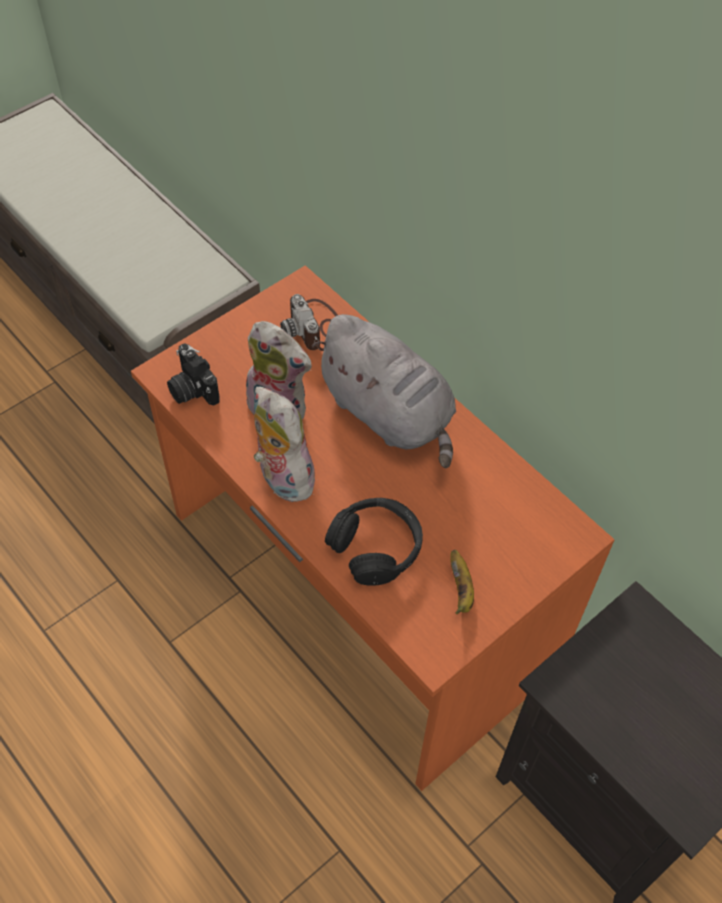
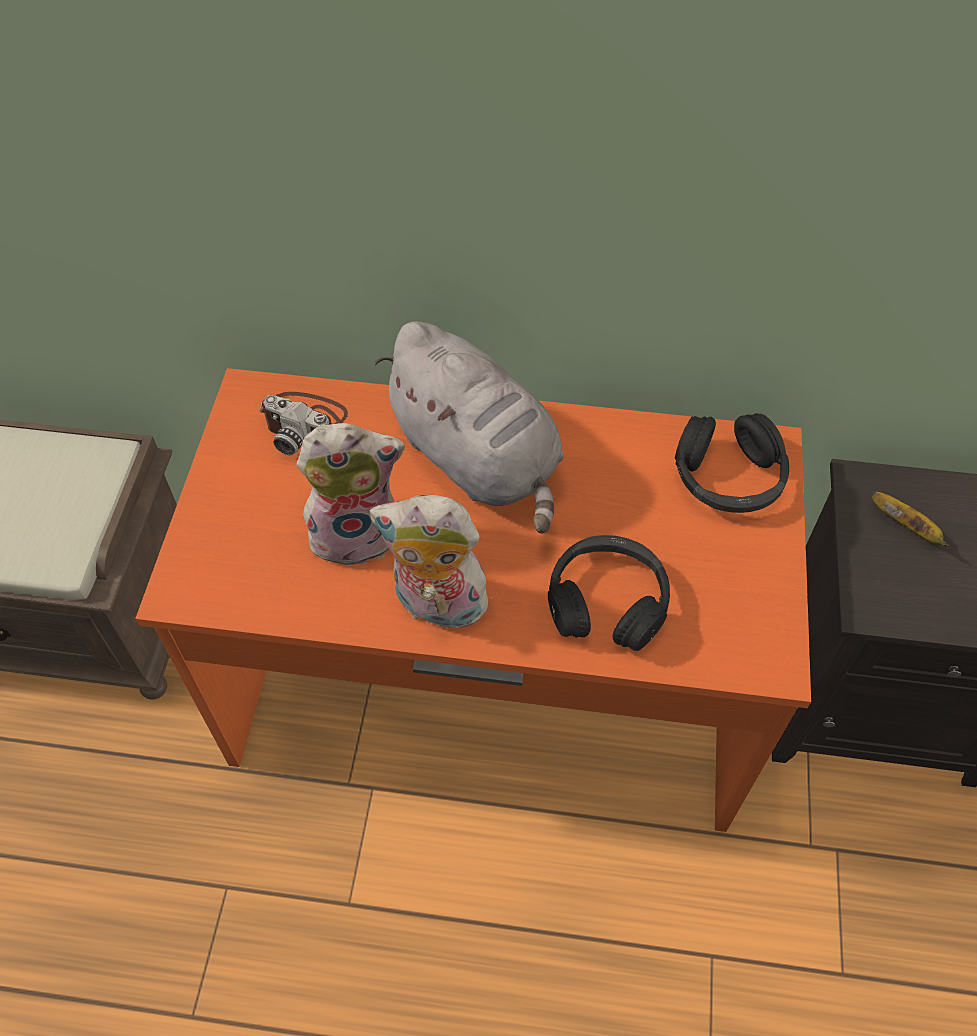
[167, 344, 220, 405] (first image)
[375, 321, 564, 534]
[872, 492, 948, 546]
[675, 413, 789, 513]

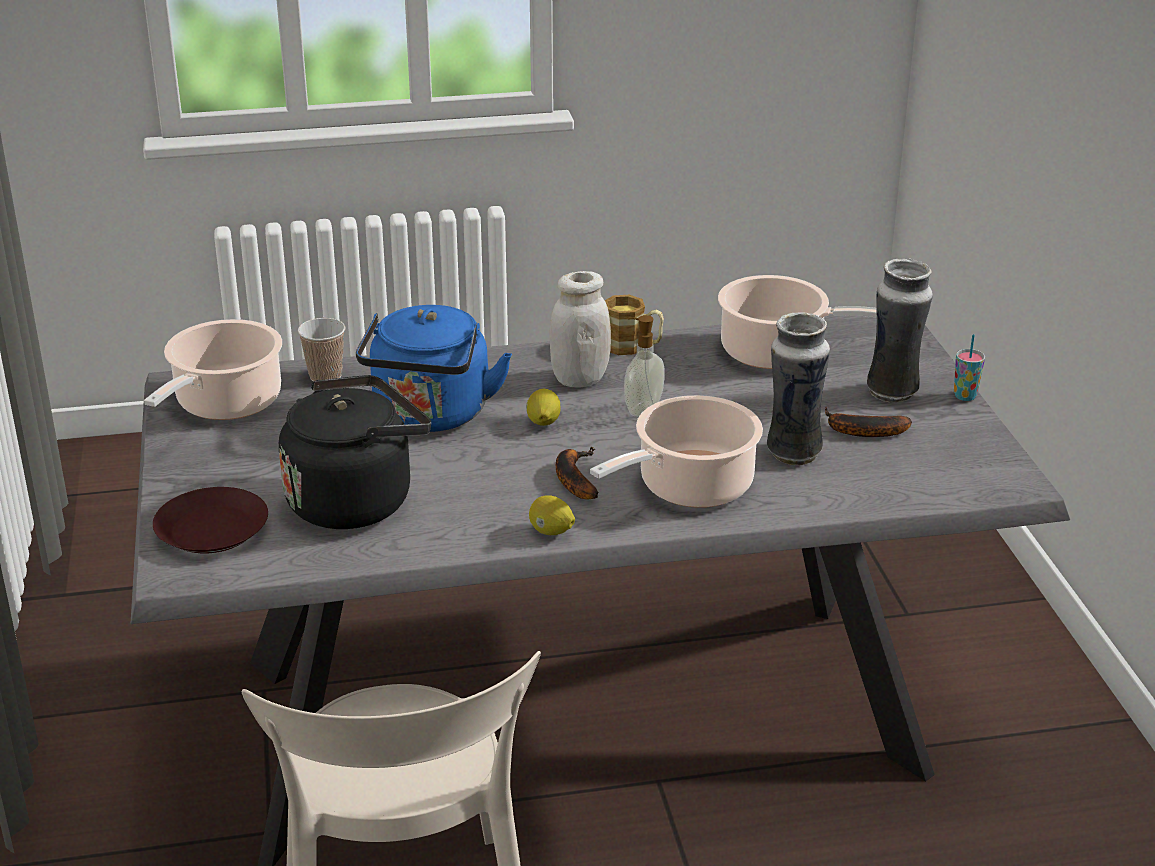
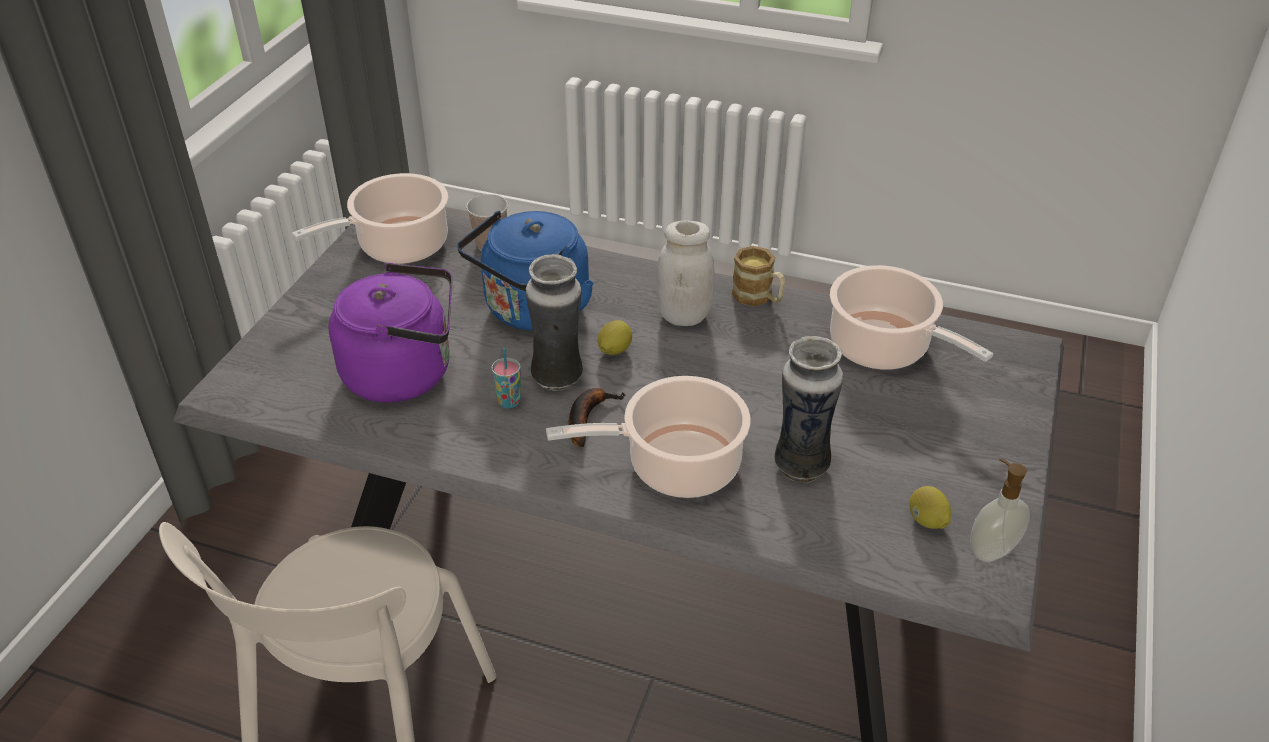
[153, 487, 268, 553] (first image)
[328, 263, 452, 403]
[909, 486, 951, 529]
[970, 458, 1030, 562]
[825, 407, 912, 437] (first image)
[526, 254, 583, 391]
[491, 348, 521, 409]

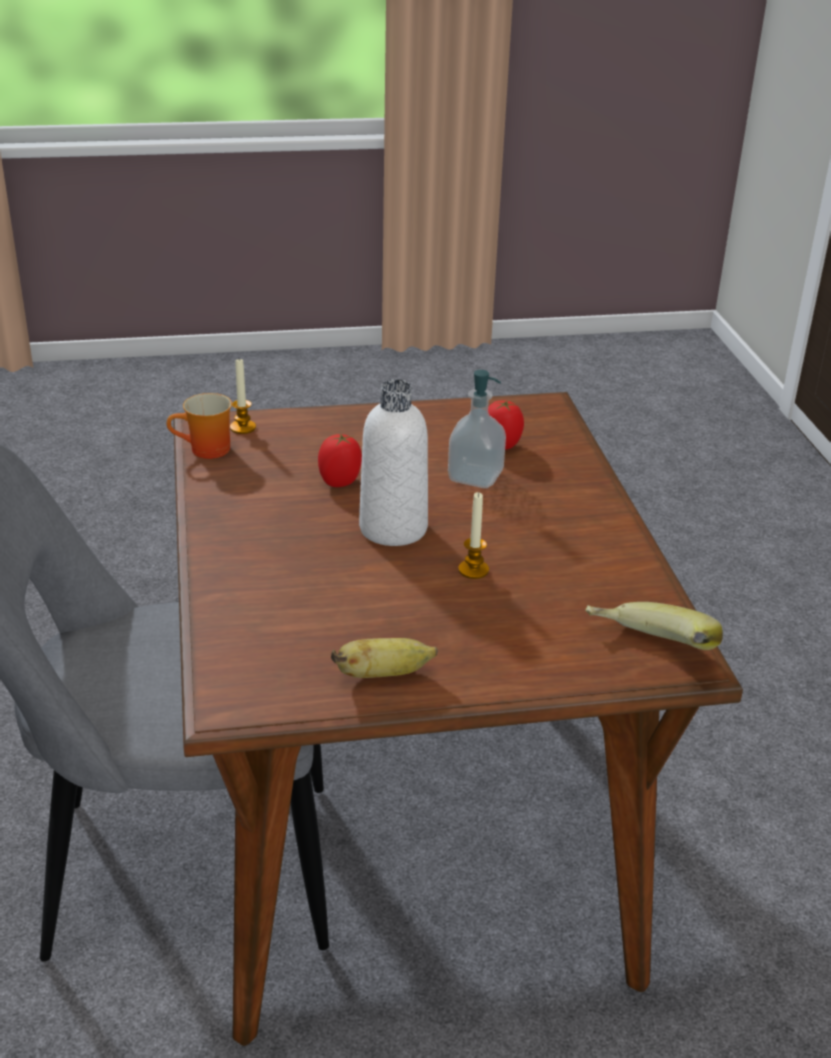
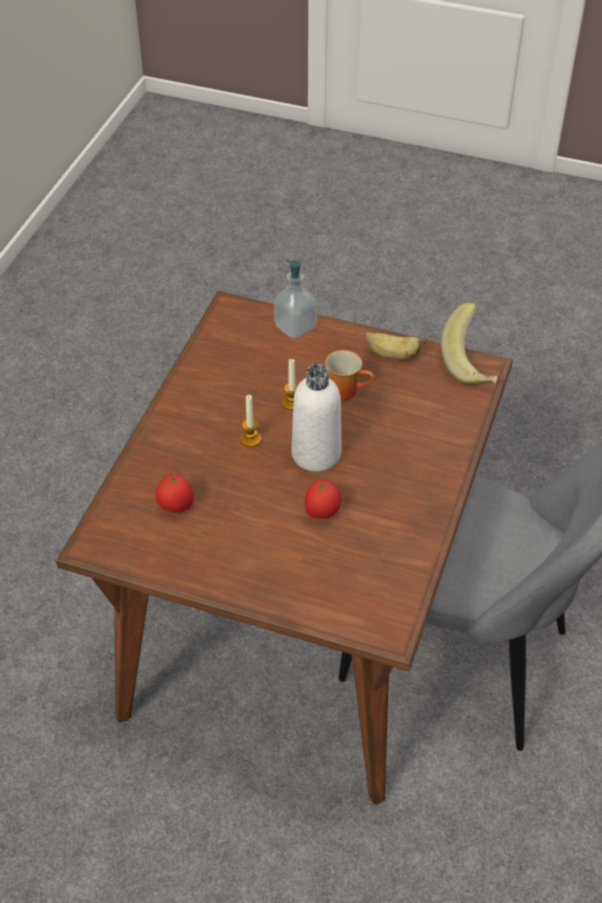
[325, 350, 374, 401]
[240, 395, 261, 447]
[273, 260, 317, 339]
[441, 302, 497, 385]

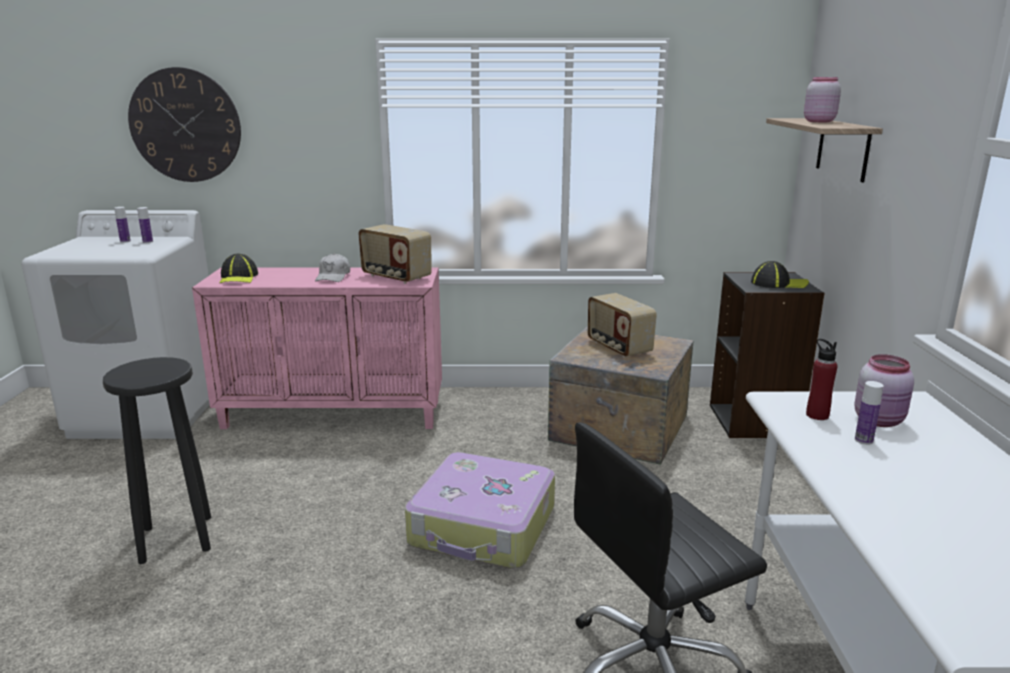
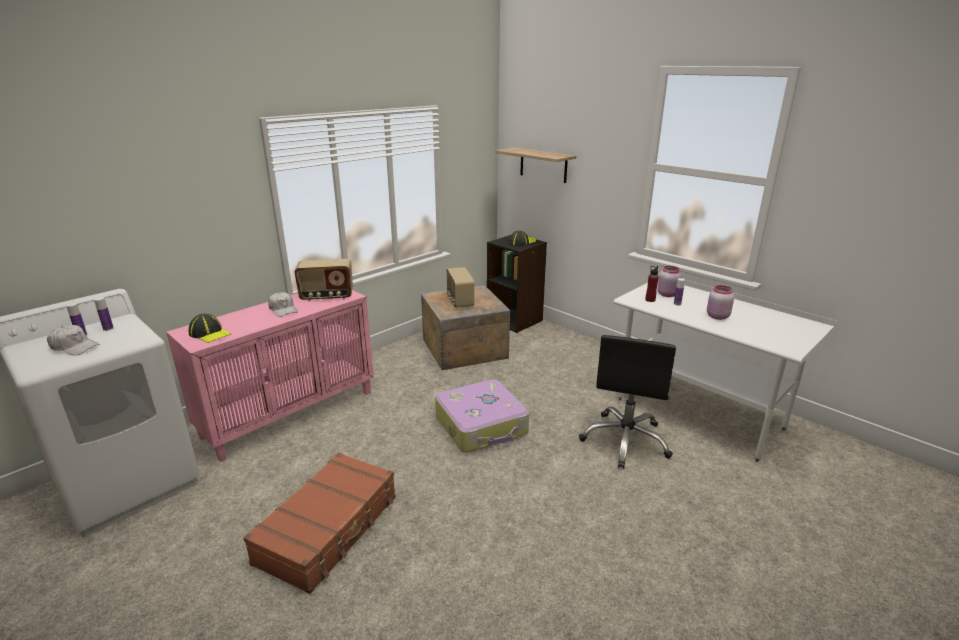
[243, 453, 396, 594]
[128, 67, 241, 182] (first image)
[446, 267, 474, 308]
[707, 285, 734, 320]
[47, 325, 99, 356]

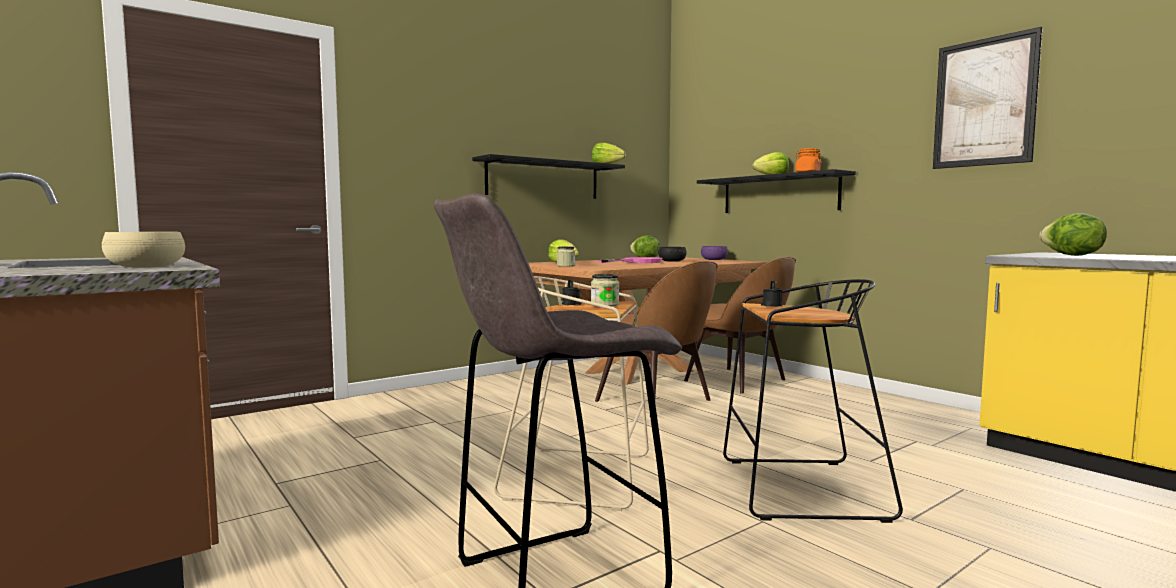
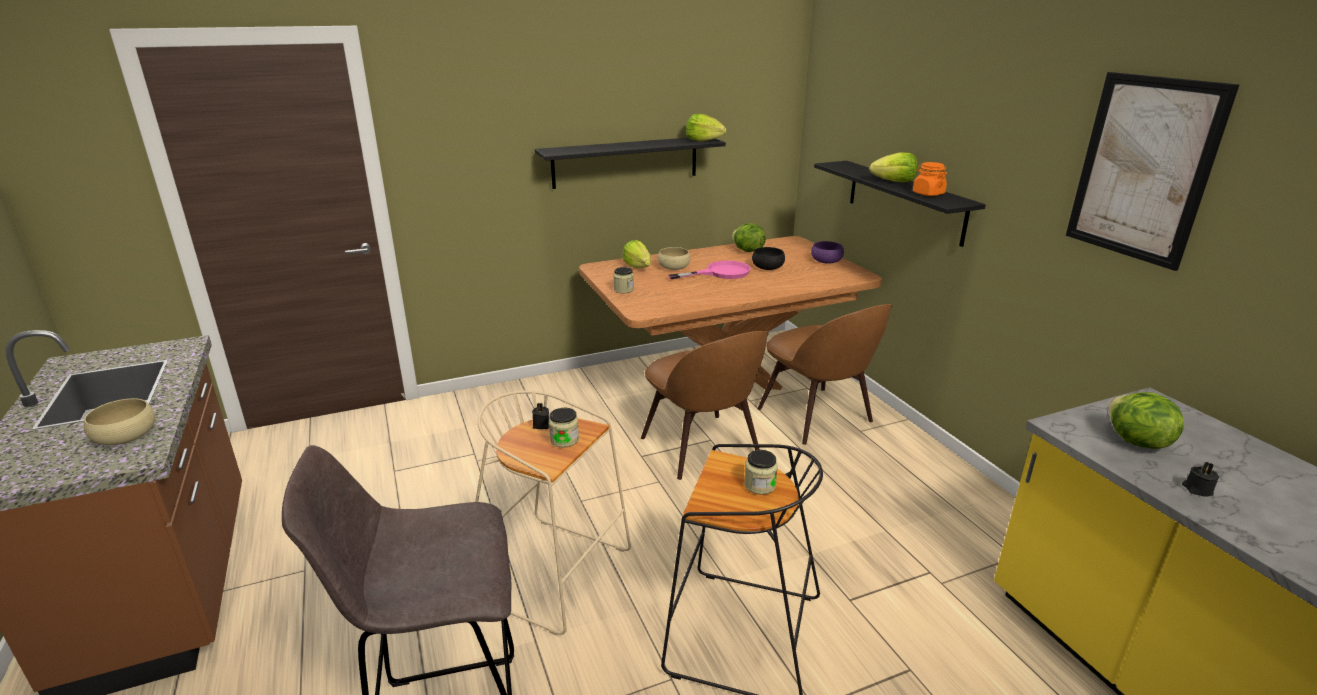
[1182, 462, 1219, 497]
[658, 247, 691, 270]
[744, 450, 778, 494]

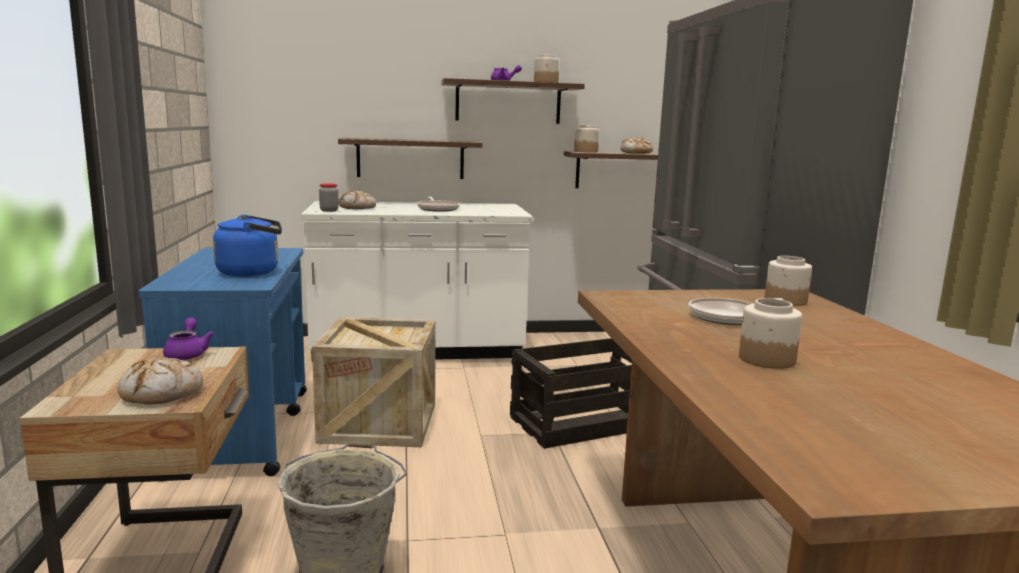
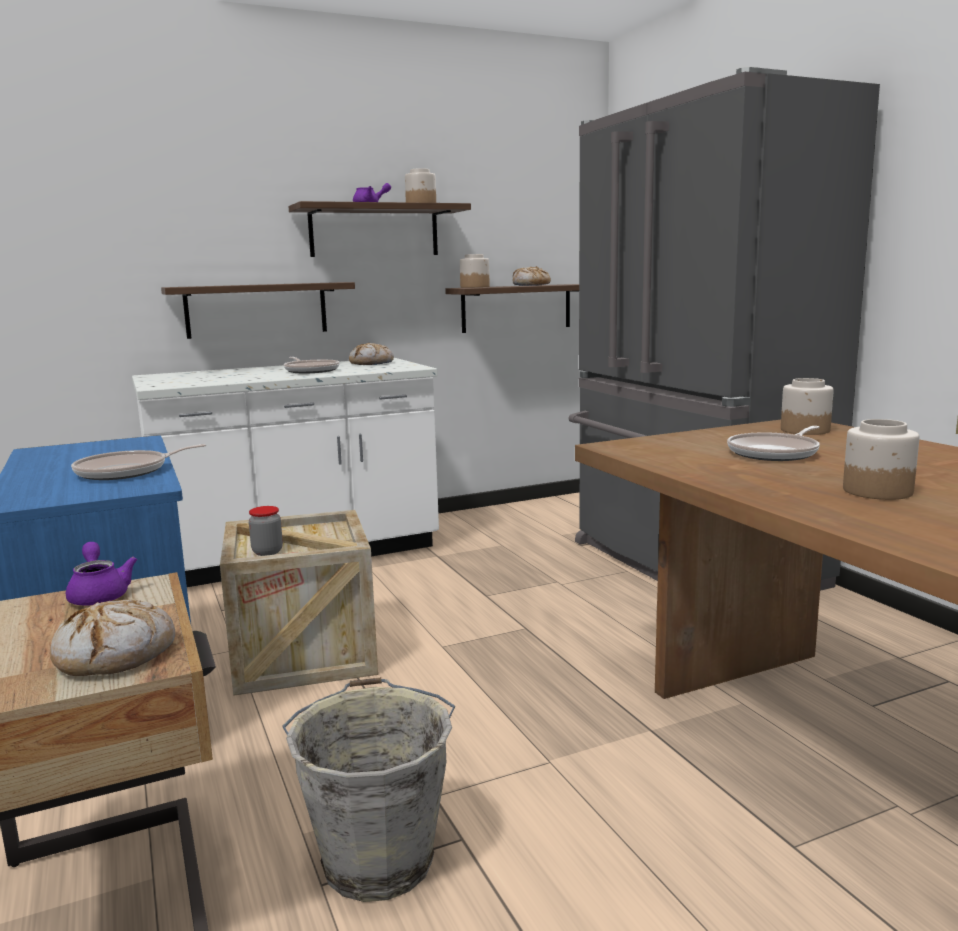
[71, 444, 206, 480]
[249, 506, 283, 556]
[349, 343, 394, 365]
[510, 338, 632, 449] (first image)

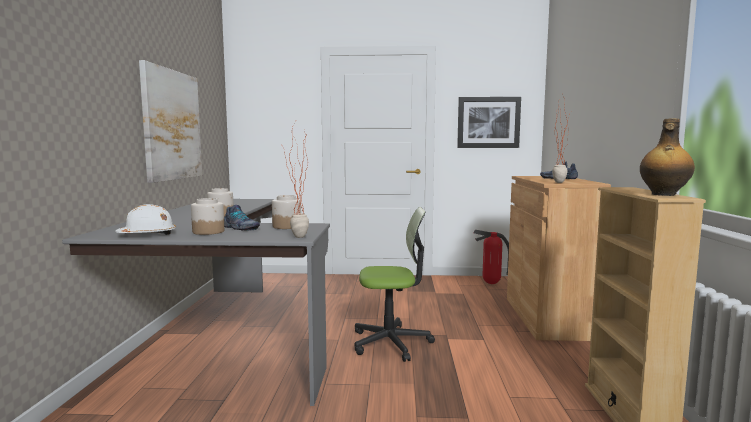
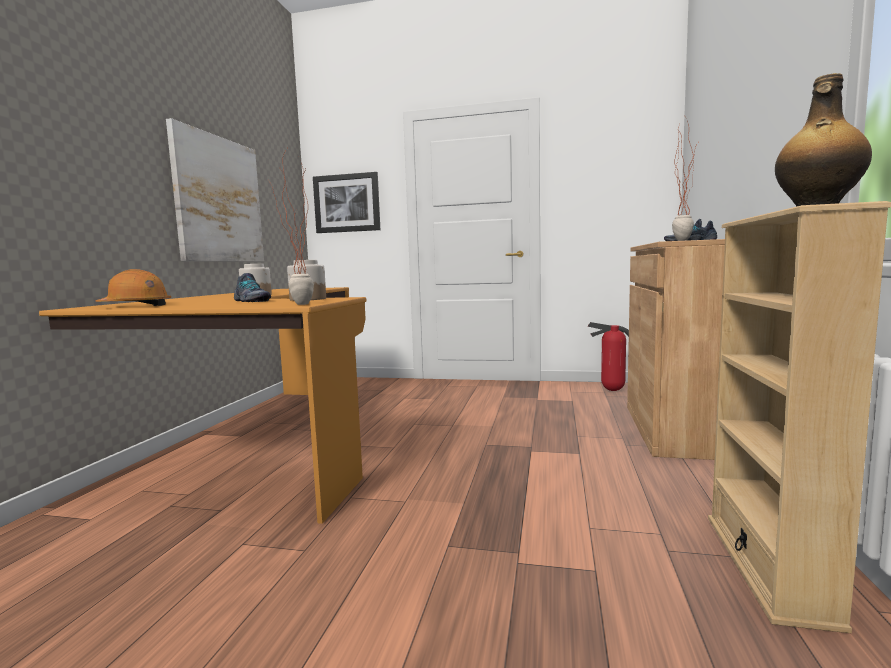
[39, 287, 366, 524]
[95, 269, 171, 306]
[191, 198, 224, 235] (first image)
[354, 207, 435, 362] (first image)
[313, 172, 380, 233]

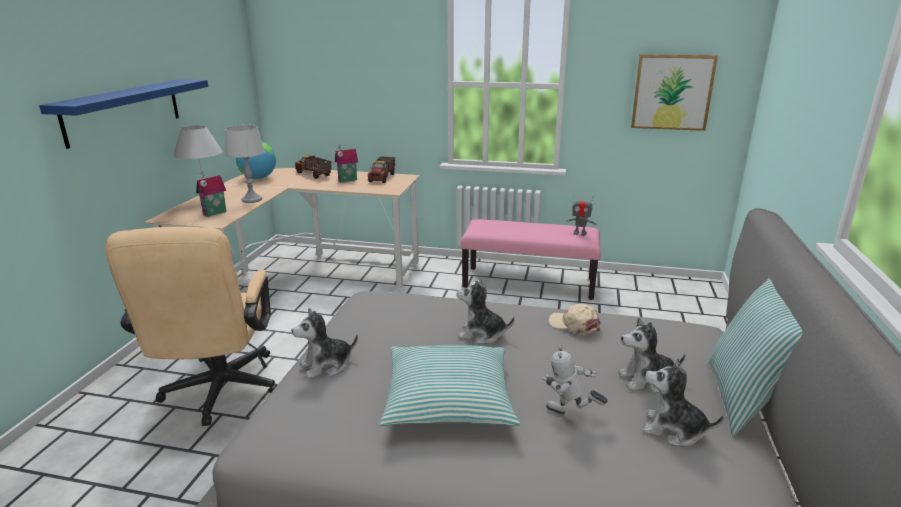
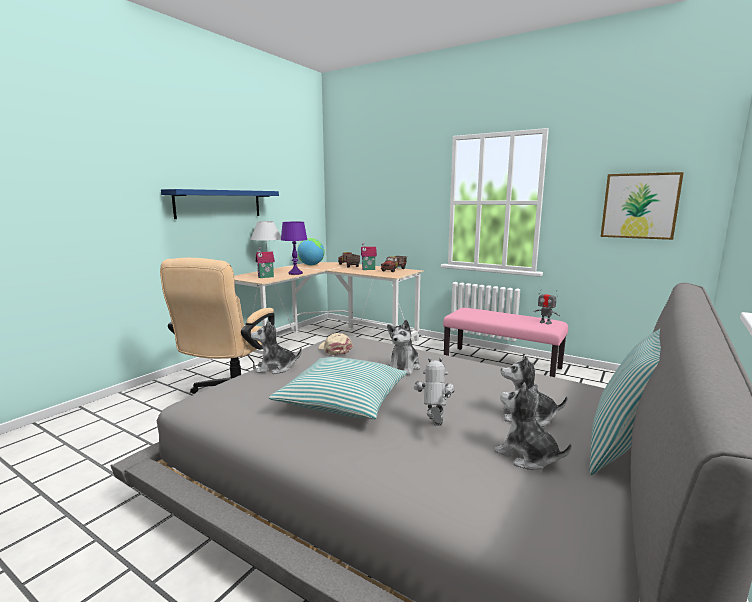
[281, 222, 307, 275]
[387, 320, 420, 375]
[414, 357, 455, 426]
[318, 333, 353, 355]

